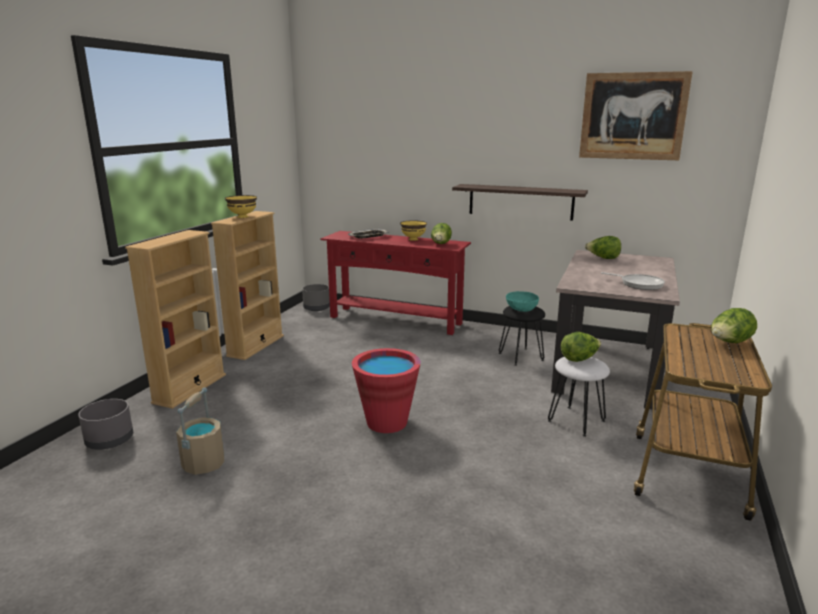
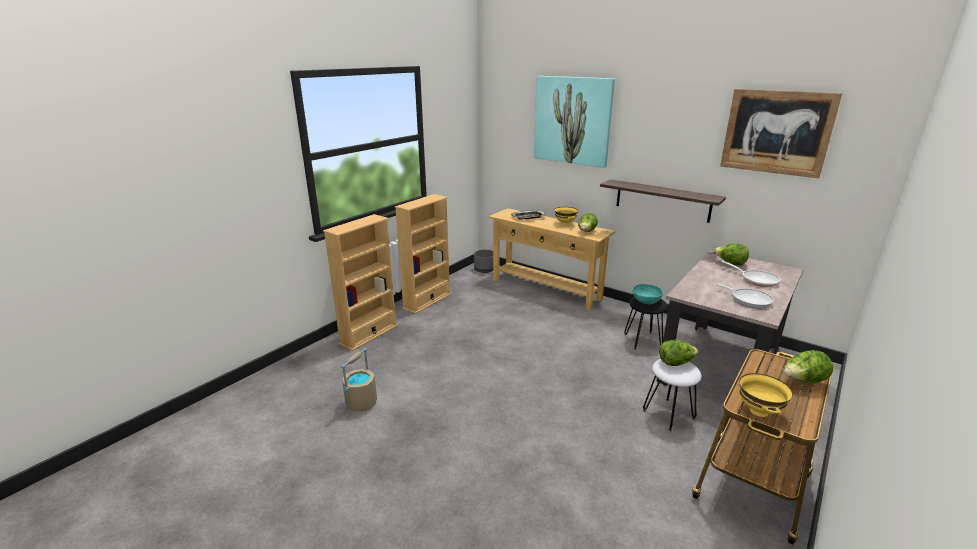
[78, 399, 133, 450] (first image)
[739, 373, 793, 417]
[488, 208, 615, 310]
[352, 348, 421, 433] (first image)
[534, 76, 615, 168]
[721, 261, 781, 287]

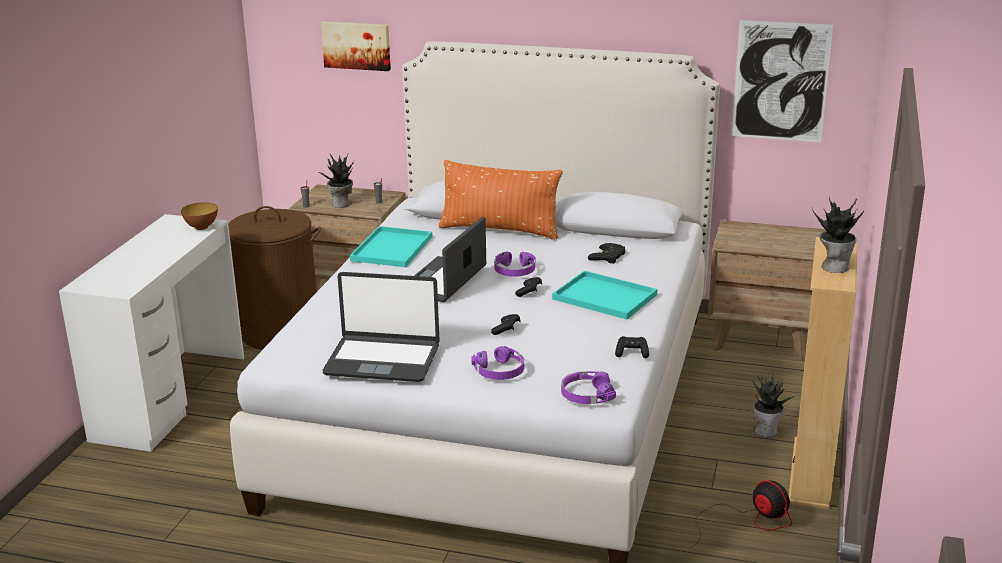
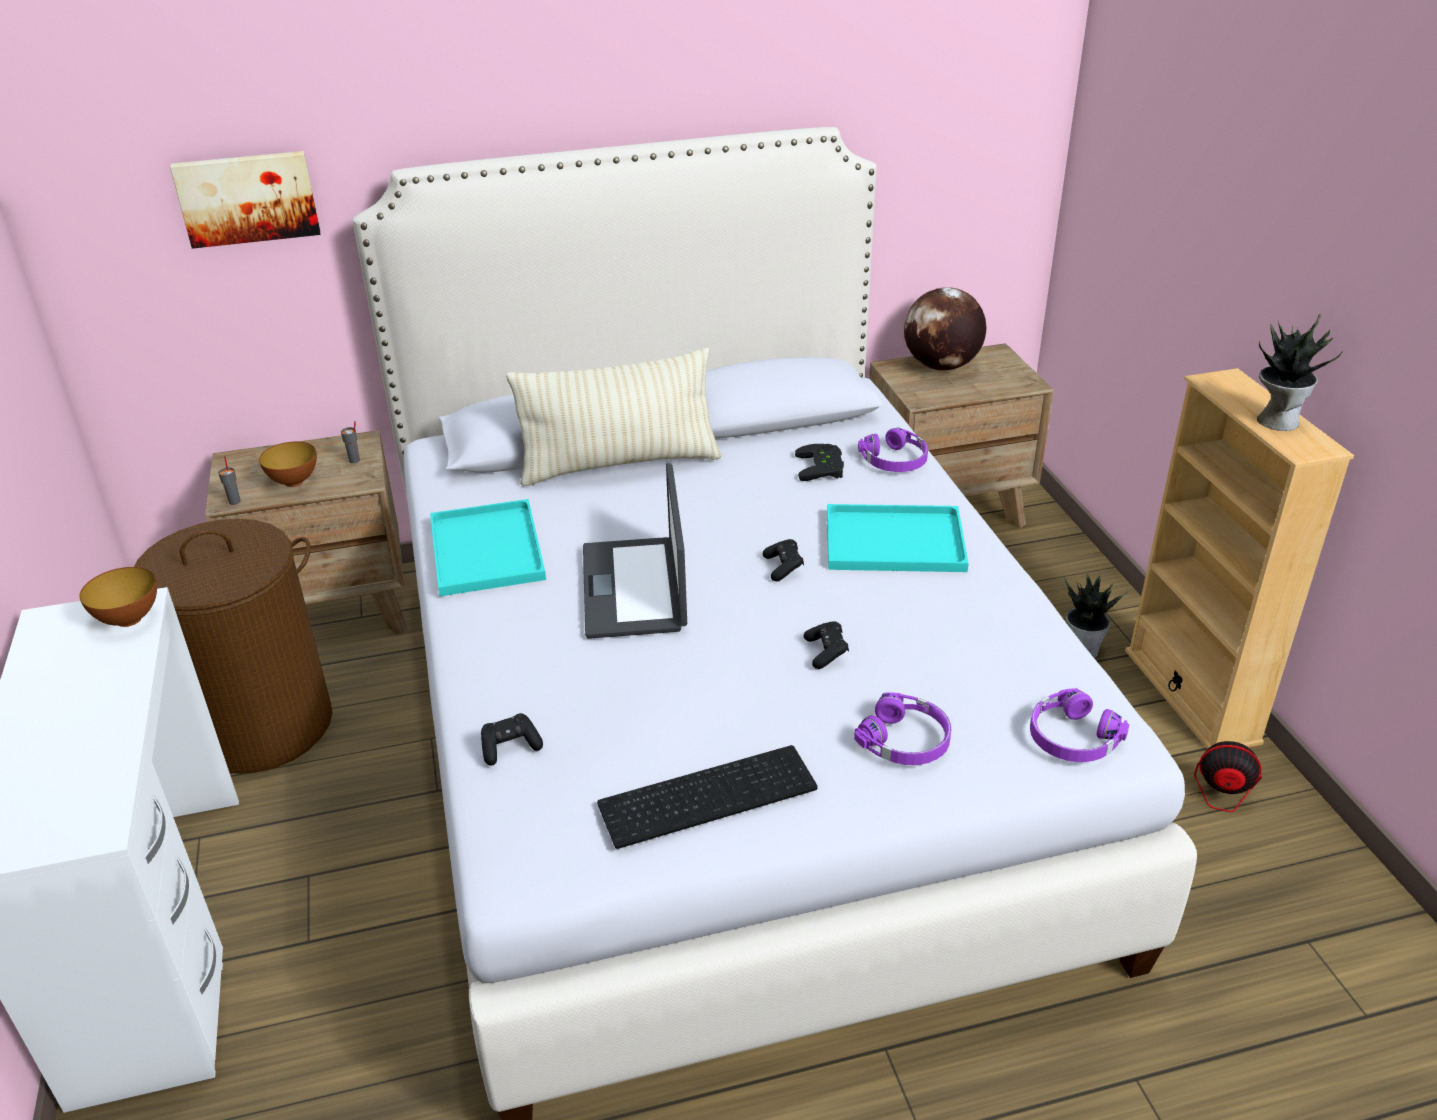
[259, 442, 317, 487]
[597, 745, 818, 849]
[506, 348, 721, 486]
[858, 428, 928, 472]
[481, 713, 543, 766]
[732, 20, 833, 142] (first image)
[904, 287, 986, 371]

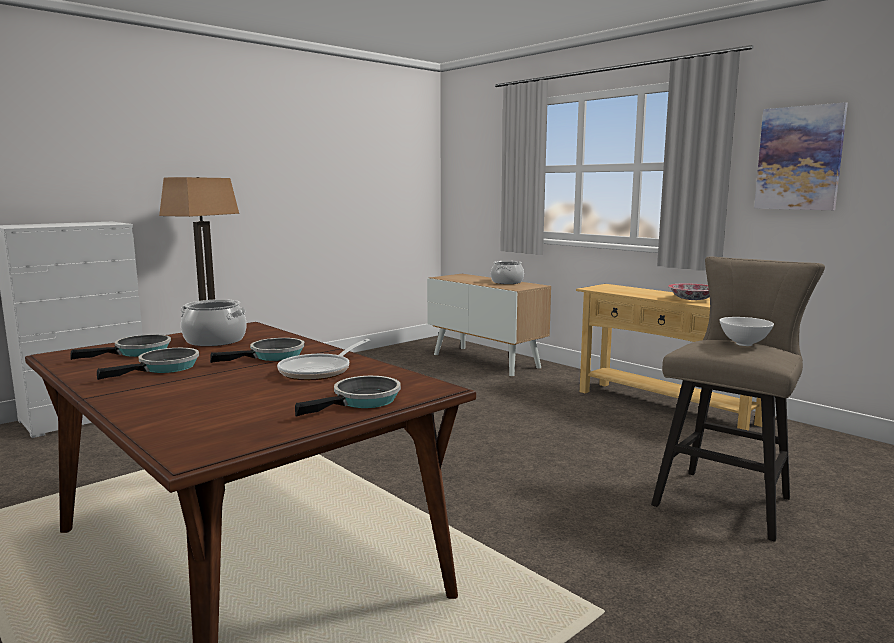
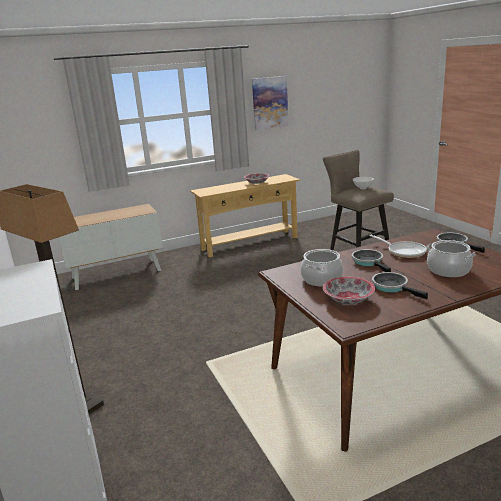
[323, 277, 375, 304]
[426, 240, 476, 277]

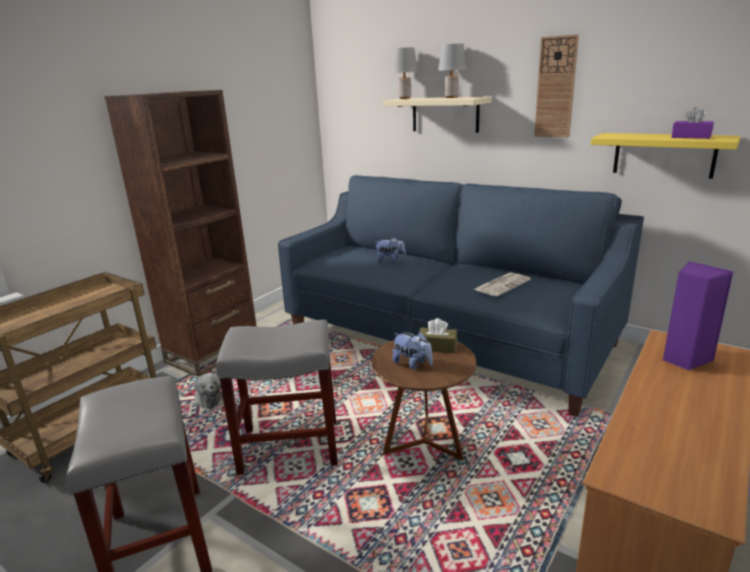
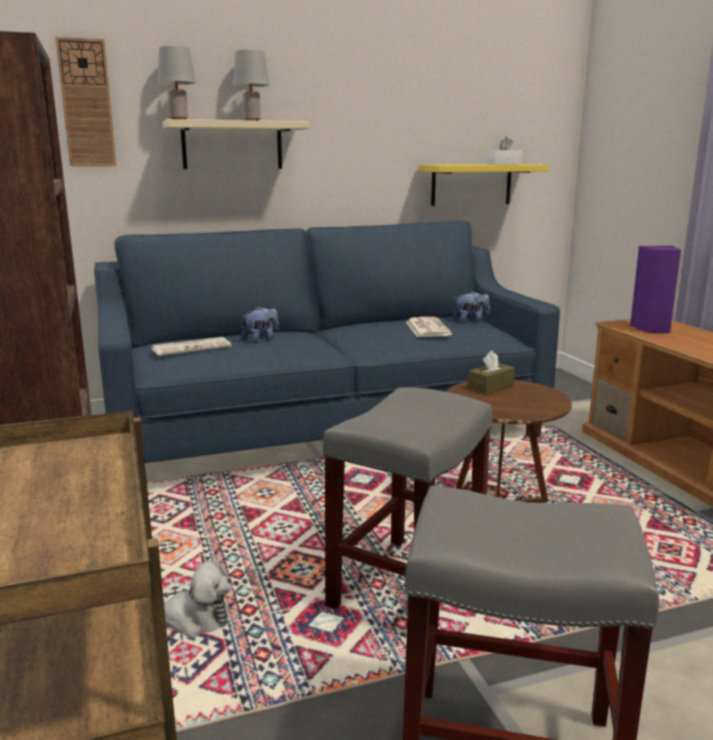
[453, 291, 490, 323]
[55, 37, 117, 166]
[486, 137, 522, 165]
[151, 337, 232, 356]

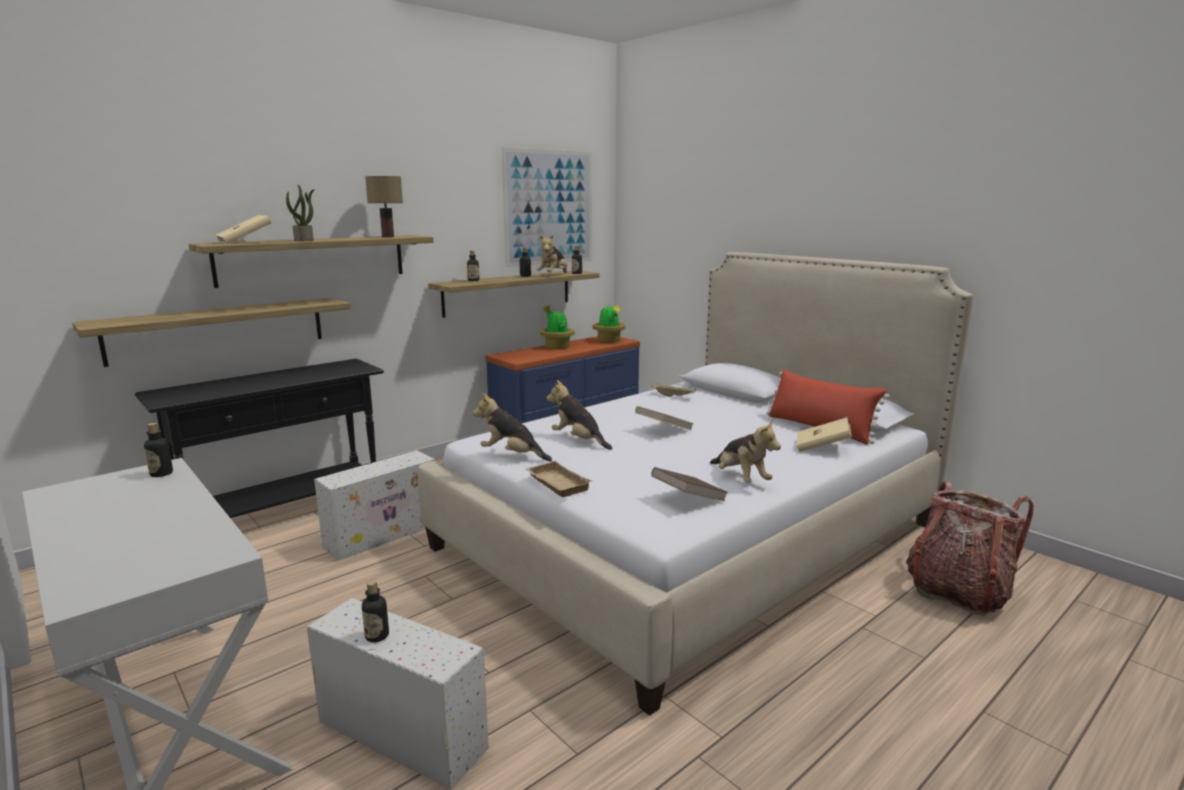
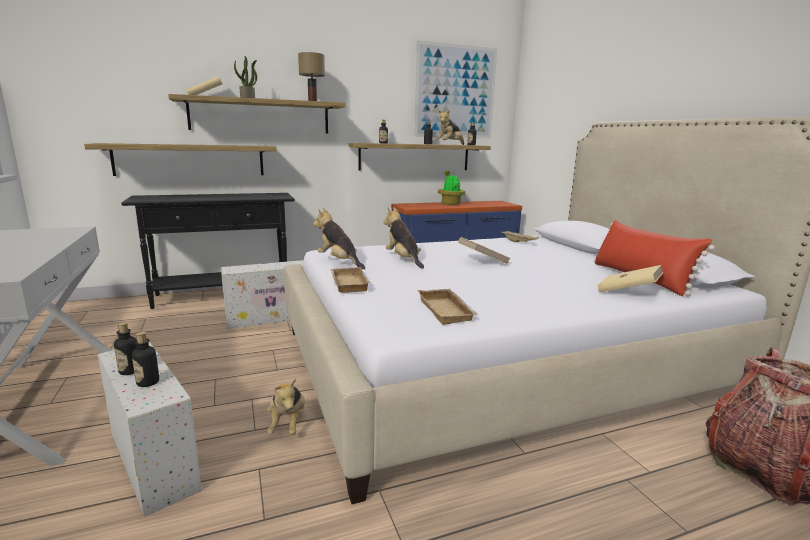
[132, 332, 159, 387]
[593, 304, 625, 342] (first image)
[417, 289, 479, 325]
[267, 378, 305, 435]

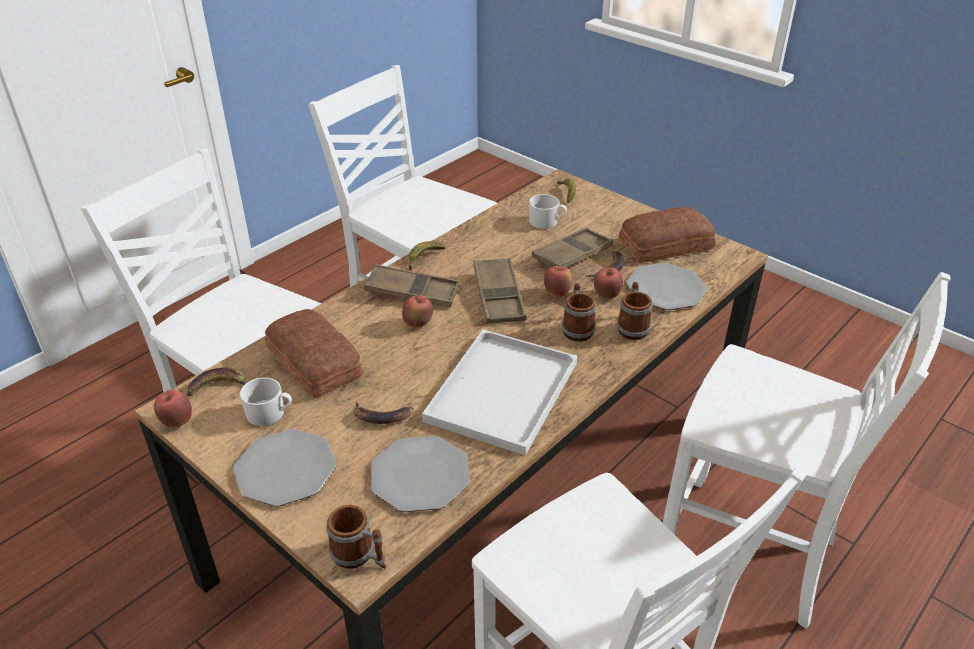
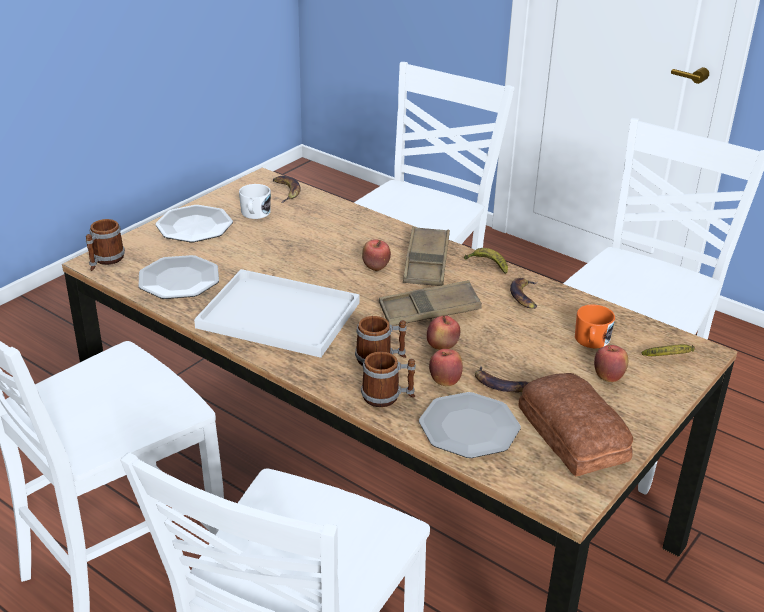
[594, 345, 628, 382]
[265, 309, 363, 398] (first image)
[510, 278, 537, 309]
[575, 304, 615, 348]
[532, 227, 614, 267] (first image)

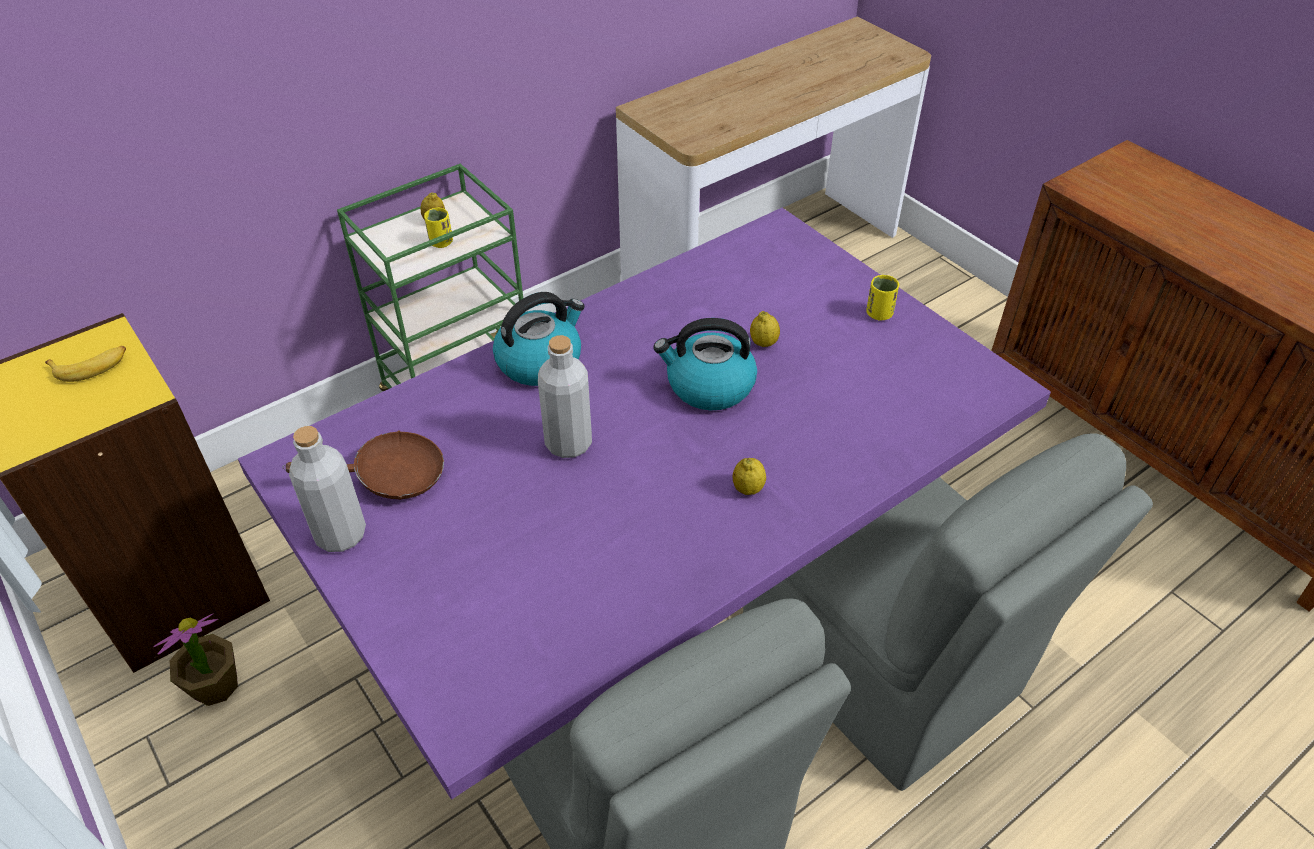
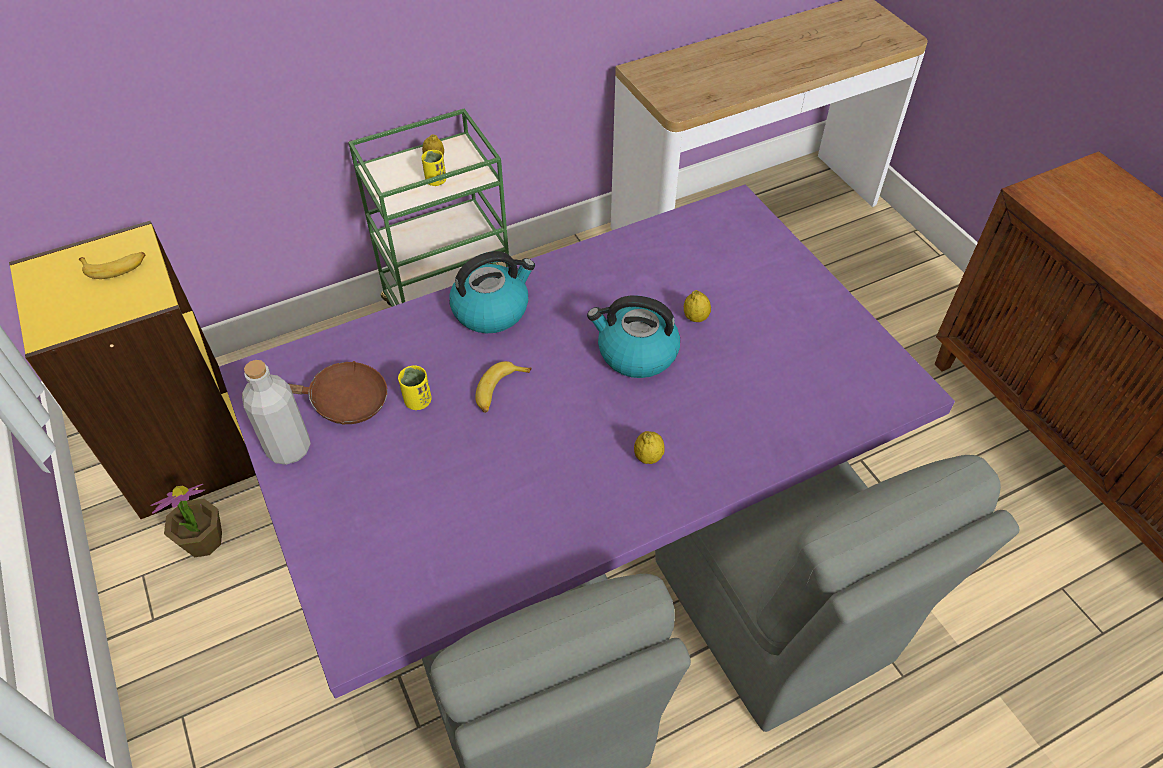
[475, 361, 532, 413]
[398, 365, 432, 410]

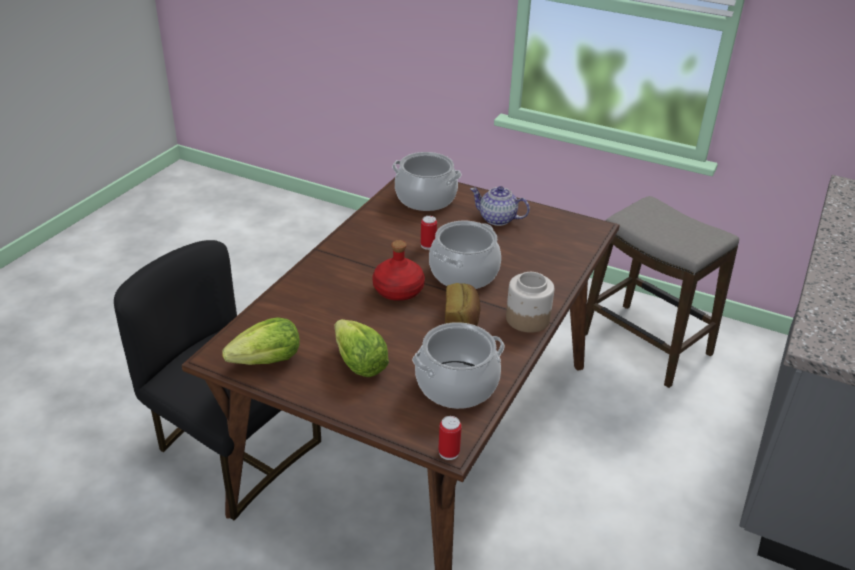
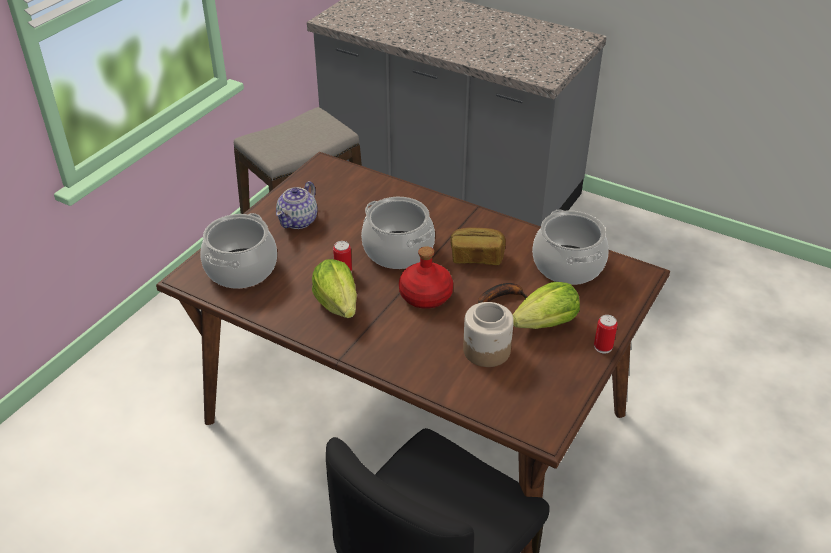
[312, 259, 357, 318]
[594, 315, 618, 354]
[463, 302, 514, 367]
[478, 283, 527, 303]

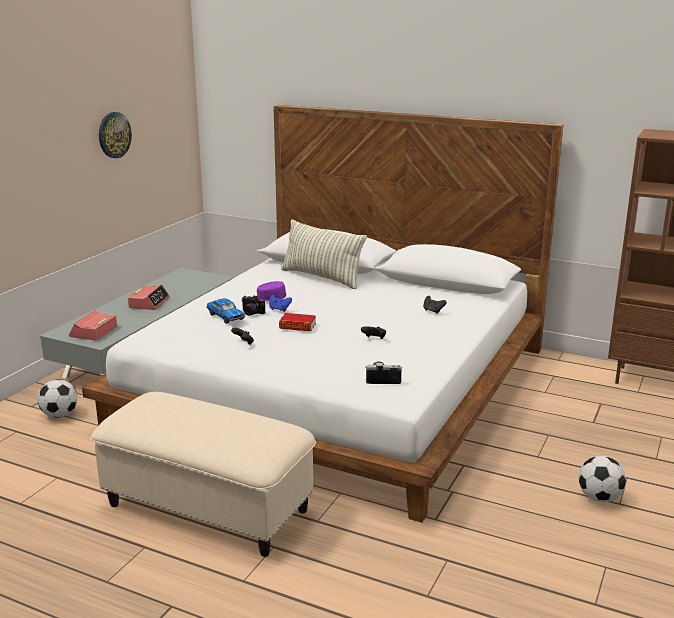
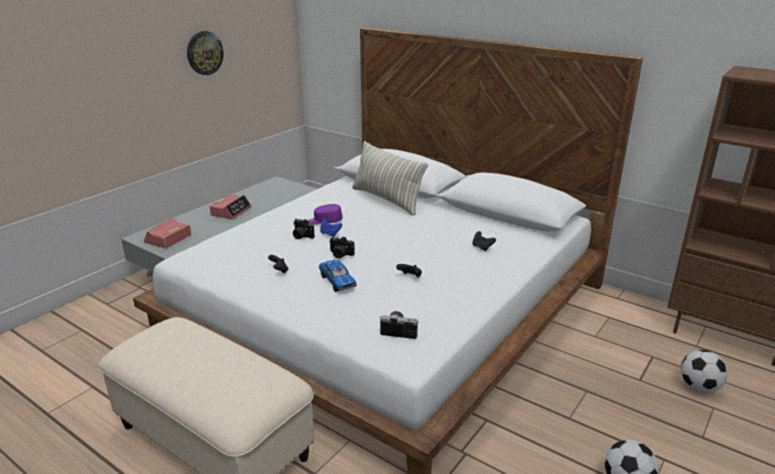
[681, 350, 728, 392]
[319, 260, 357, 292]
[329, 237, 355, 259]

